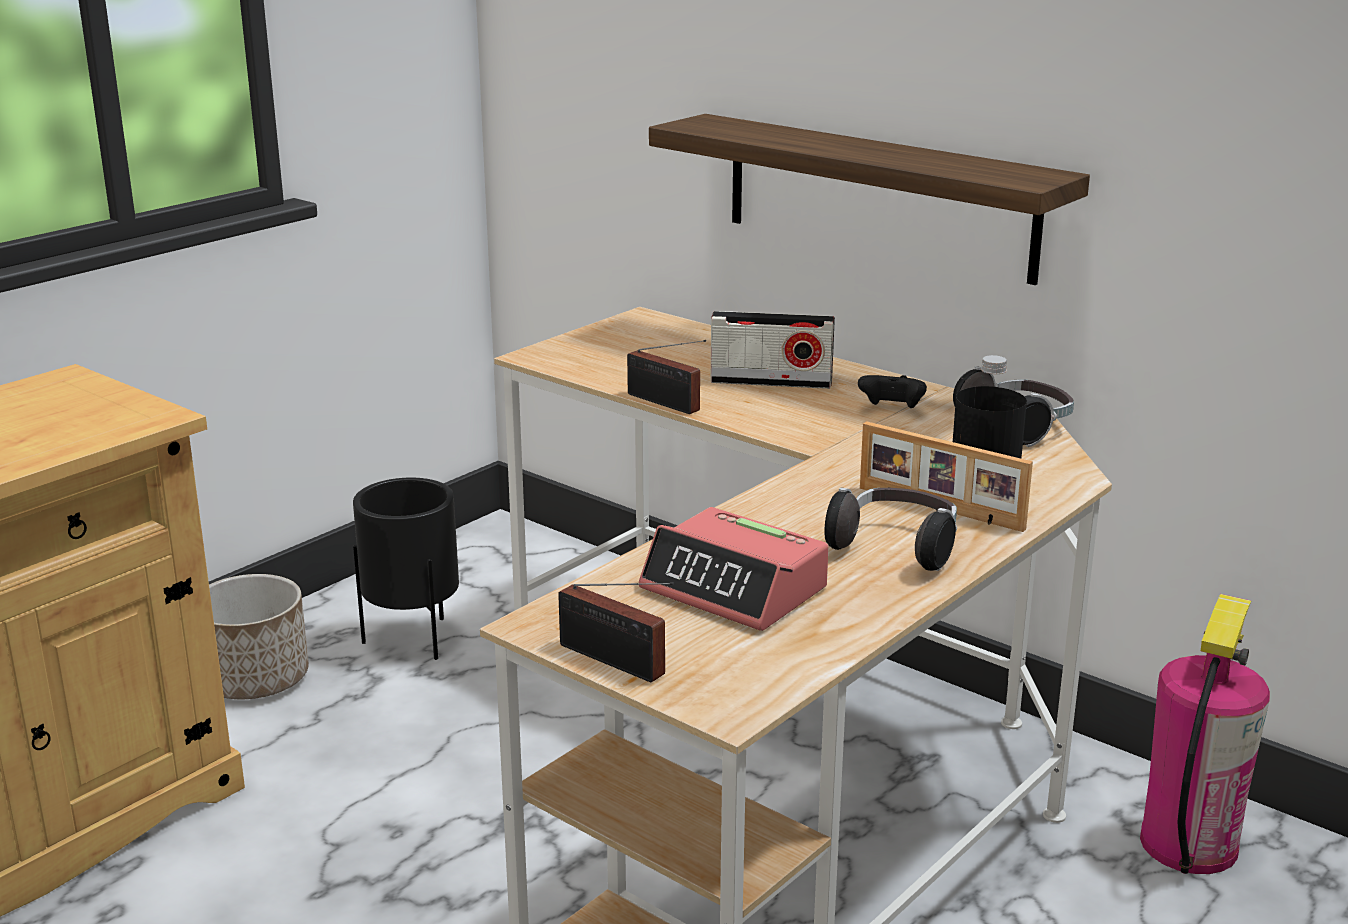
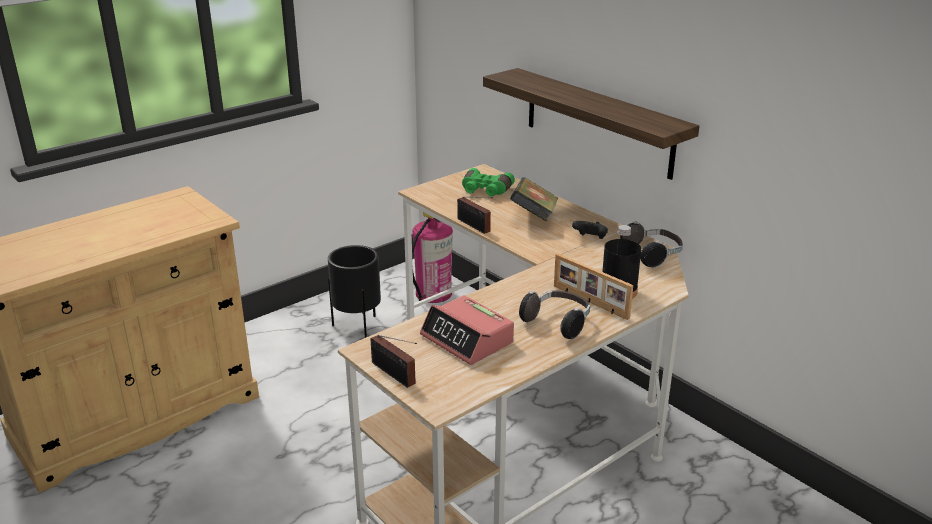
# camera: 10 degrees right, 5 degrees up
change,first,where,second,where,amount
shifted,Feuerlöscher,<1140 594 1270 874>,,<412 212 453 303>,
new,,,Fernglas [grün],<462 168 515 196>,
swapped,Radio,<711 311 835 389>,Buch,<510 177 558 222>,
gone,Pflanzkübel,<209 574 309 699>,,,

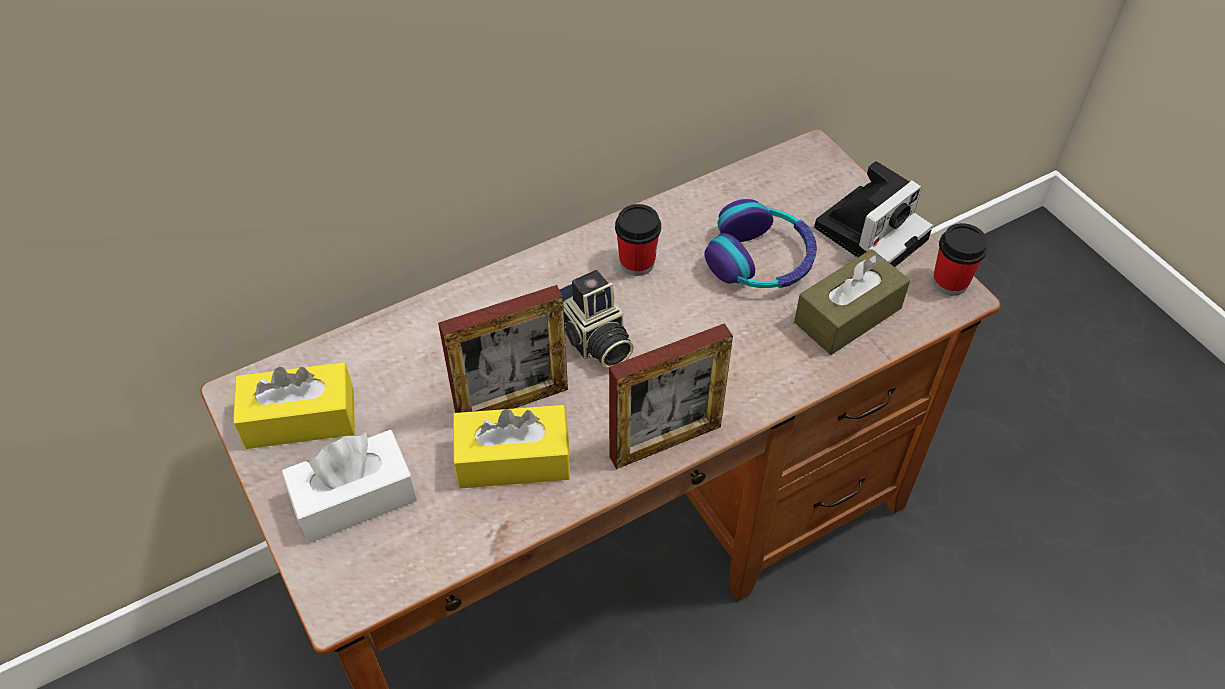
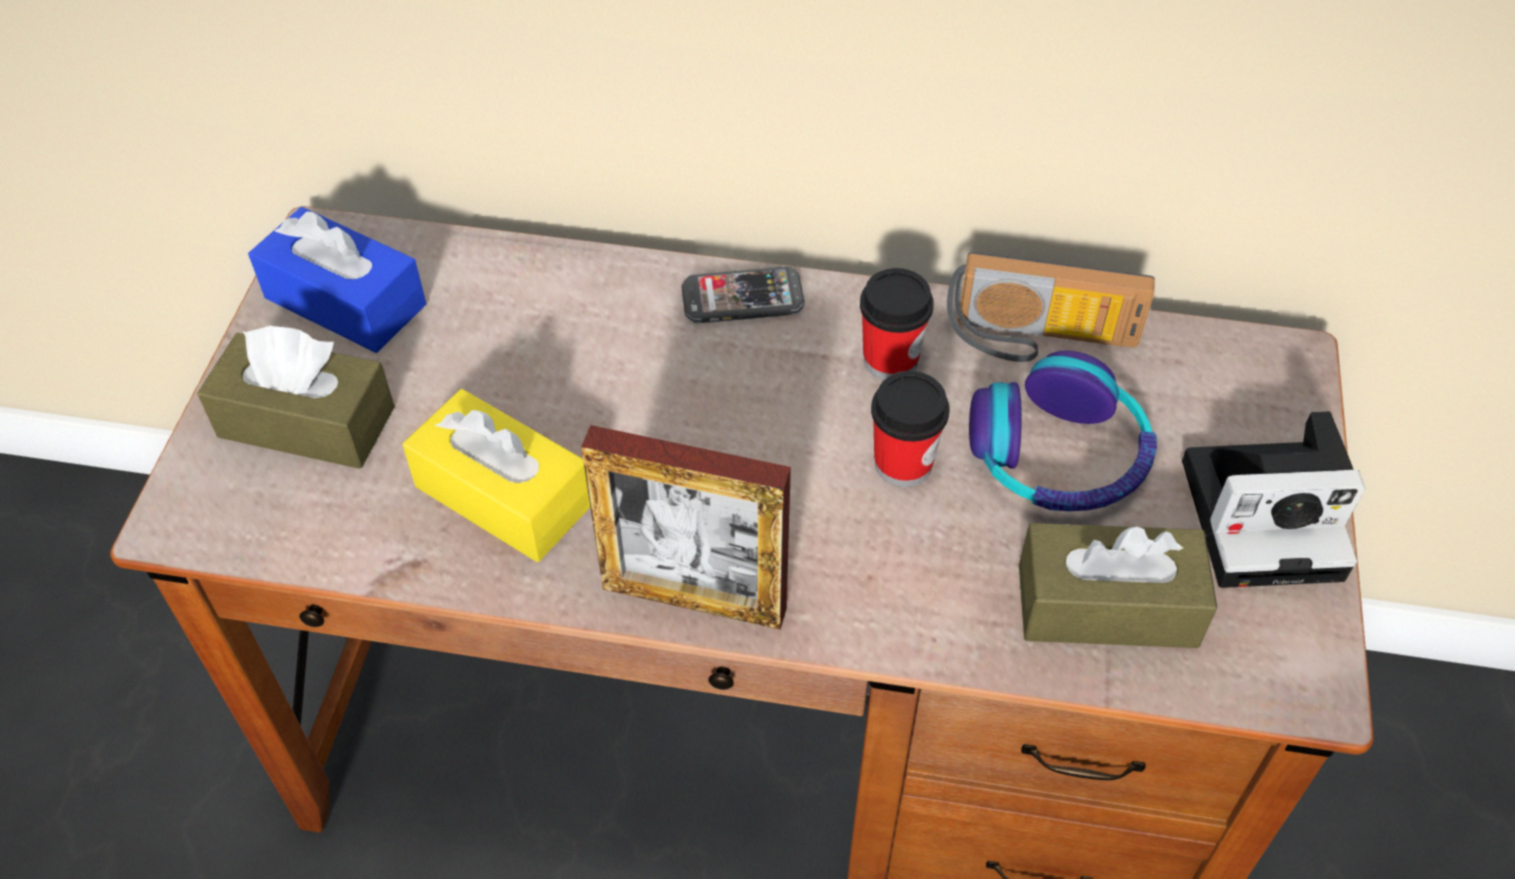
# camera: 40 degrees right, 0 degrees up
change,first,where,second,where,amount
repainted,Taschentuchbox [weiß],<282 430 418 543>,Taschentuchbox [braun],<197 326 395 469>,
repainted,Taschentuchbox [gelb],<233 362 355 449>,Taschentuchbox [blau],<248 207 426 353>,
new,,,Handy,<681 266 805 323>,
shifted,Tasse,<933 223 988 296>,,<871 371 949 487>,
new,,,Radio,<947 252 1155 362>,
gone,Bilderrahmen,<438 285 568 413>,,,
gone,Kamera,<559 270 634 369>,,,

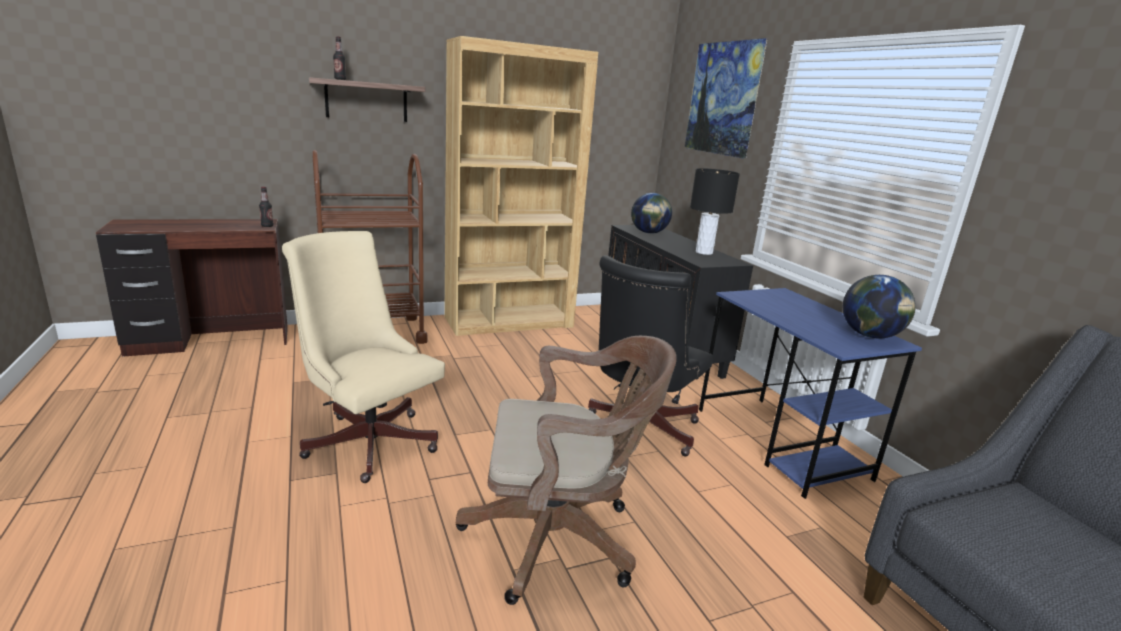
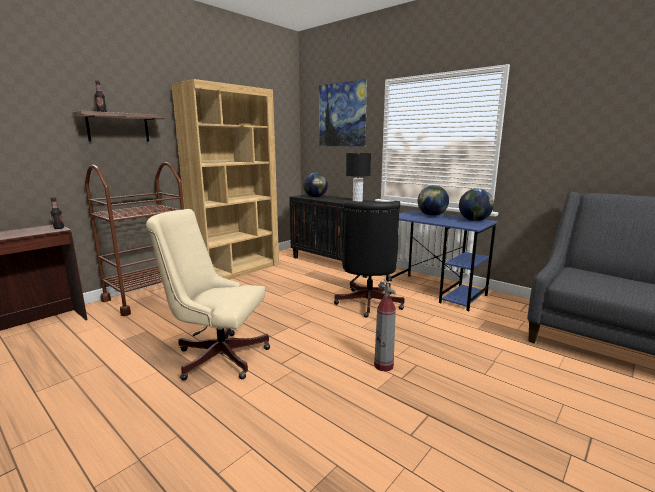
# camera: 25 degrees left, 5 degrees down
change,first,where,second,where,amount
swapped,Bürostuhl [braun],<456 336 677 605>,Feuerlöscher,<374 279 396 371>,
new,,,Globus,<418 186 449 216>,

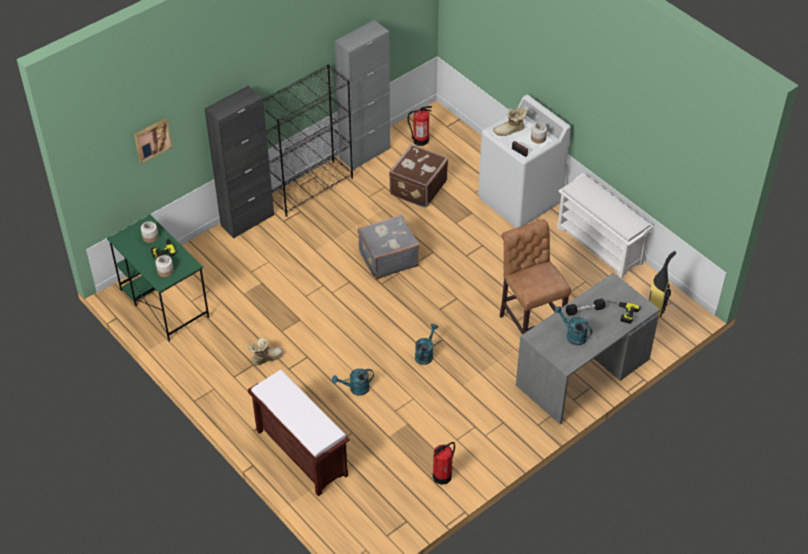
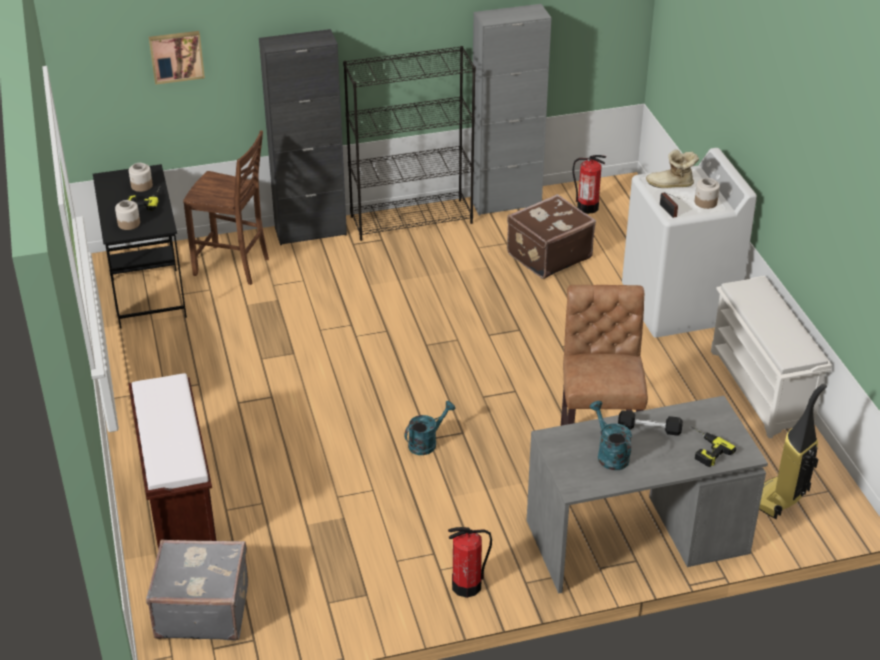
# camera: 25 degrees right, 10 degrees down
change,first,where,second,where,amount
repainted,Schreibtisch [grün],<107 215 209 342>,Schreibtisch [schwarz],<93 164 187 328>,
shifted,Koffer [grau],<358 215 419 280>,,<146 539 248 641>,
new,,,Stuhl [braun],<183 130 269 285>,
shifted,Feuerlöscher,<433 442 455 485>,,<448 527 492 598>,
gone,Stiefel,<248 338 284 365>,,,
gone,Gießkanne [türkis],<332 368 374 396>,,,

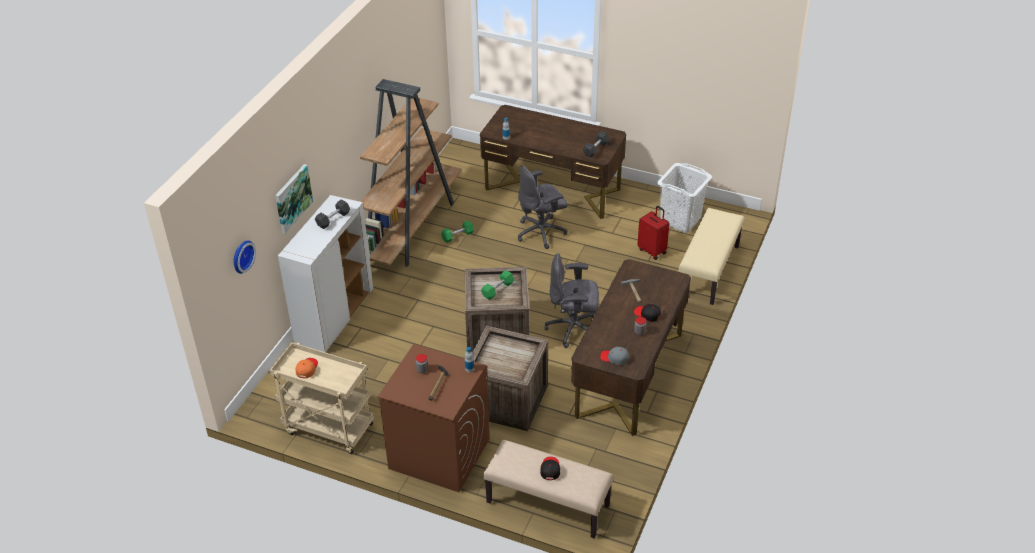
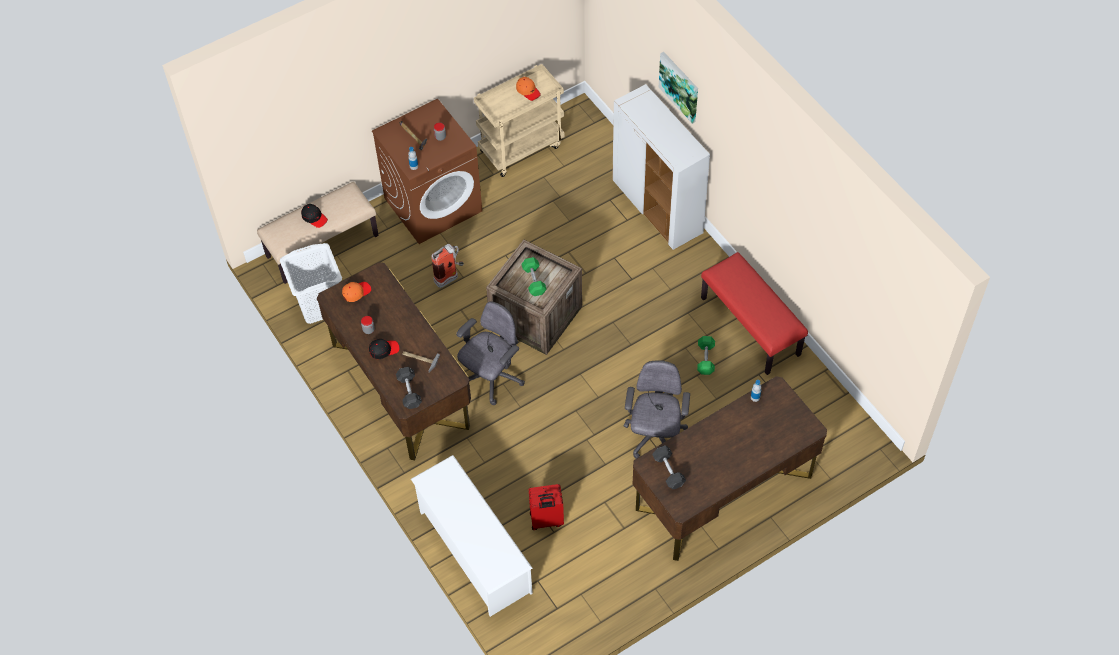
# camera: 125 degrees right, 15 degrees up
change,first,where,second,where,amount
shifted,Wäschekorb [weiß],<657 163 712 233>,,<280 243 342 324>,
repainted,Kappe [grau],<600 347 629 365>,Kappe [orange],<342 282 371 302>,
shifted,Hantel [grau],<315 199 350 229>,,<396 367 422 409>,
swapped,Bank [beige],<678 208 744 305>,Schuhregal [weiß],<411 455 533 617>,
swapped,Kiste,<472 326 548 431>,Feuerlöscher,<431 244 464 288>,
swapped,Bücherregal [braun],<360 79 461 267>,Bank [rot],<701 252 808 375>,
gone,Wanduhr,<234 240 256 274>,,,

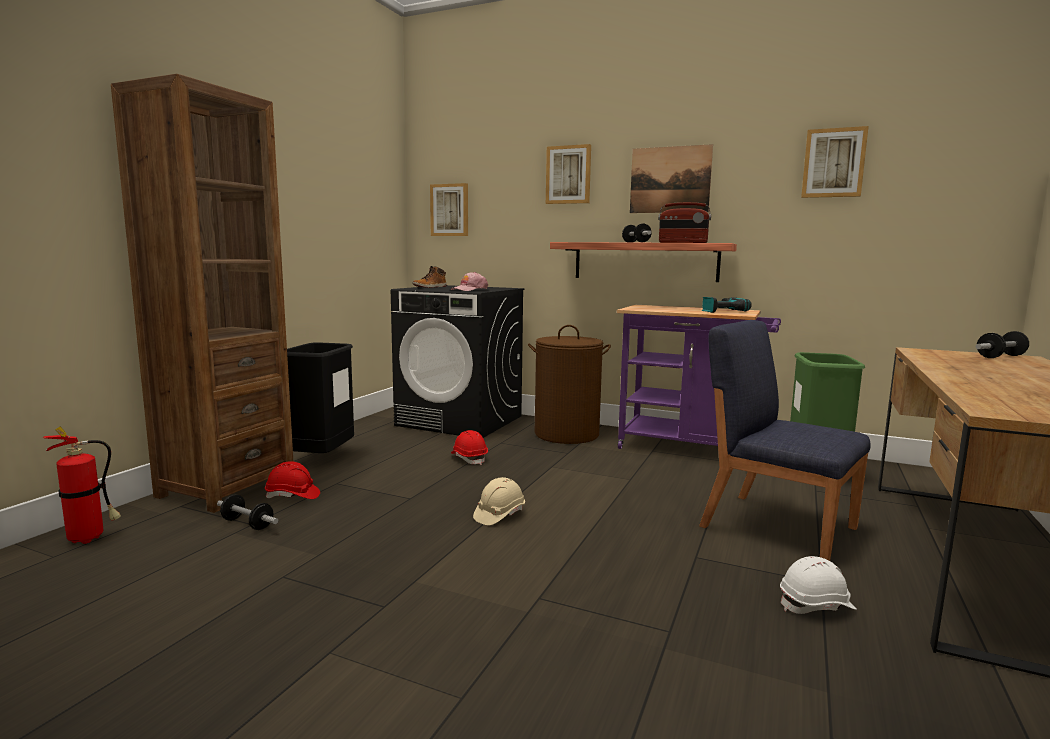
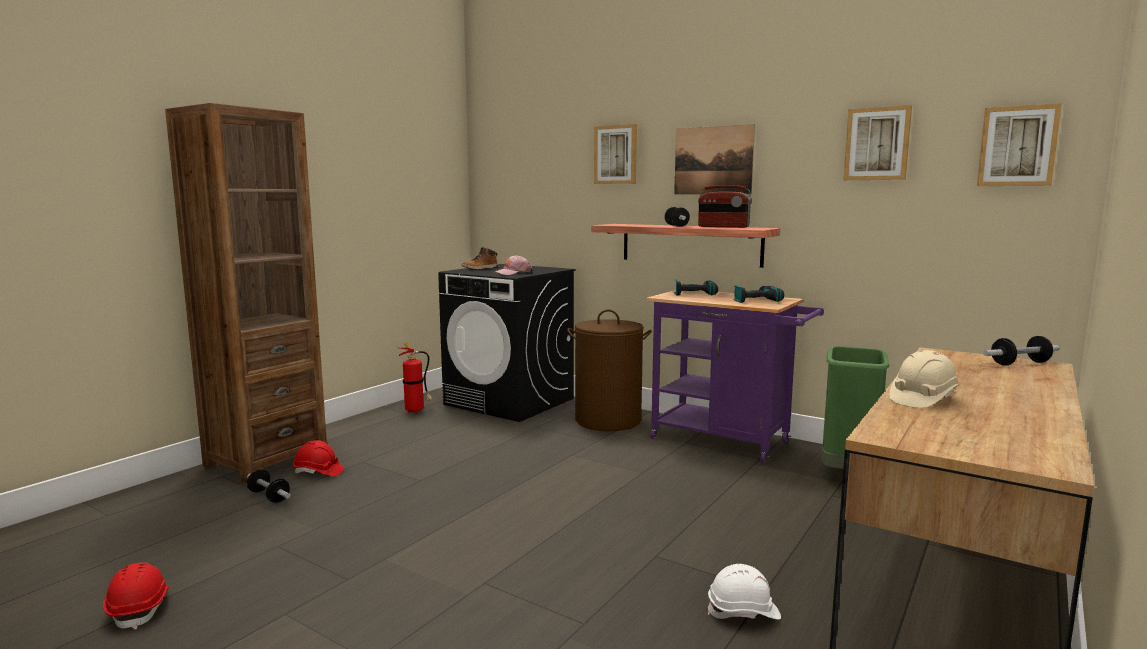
# camera: 10 degrees right, 0 degrees up
change,first,where,second,where,amount
shifted,Schutzhelm [rot],<451 430 488 465>,,<103 563 169 630>,
shifted,Feuerlöscher,<43 427 121 544>,,<398 342 432 413>,
new,,,Bohrmaschine,<674 280 718 295>,
shifted,Schutzhelm [beige],<473 477 525 525>,,<890 350 960 408>,
shifted,Bild,<430 183 468 236>,,<977 103 1062 186>,
gone,Mülleimer [schwarz],<287 342 354 453>,,,
gone,Stuhl [blau],<699 320 870 561>,,,

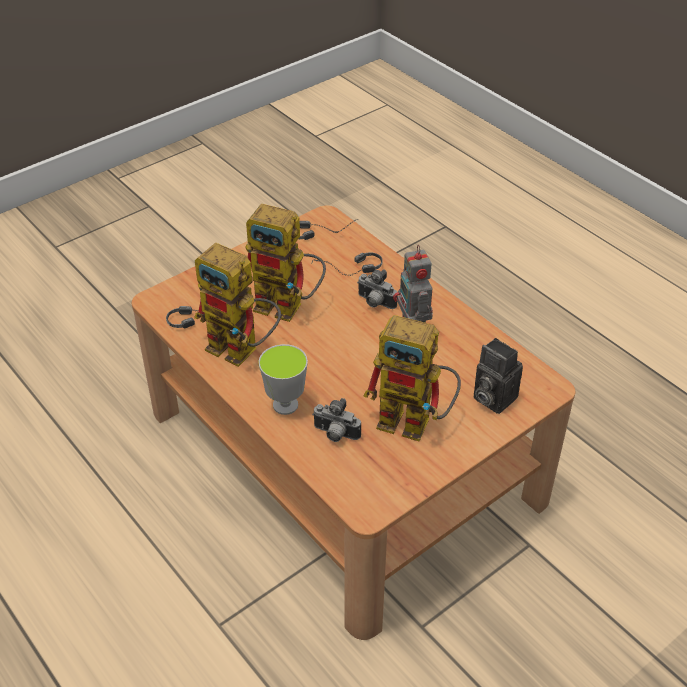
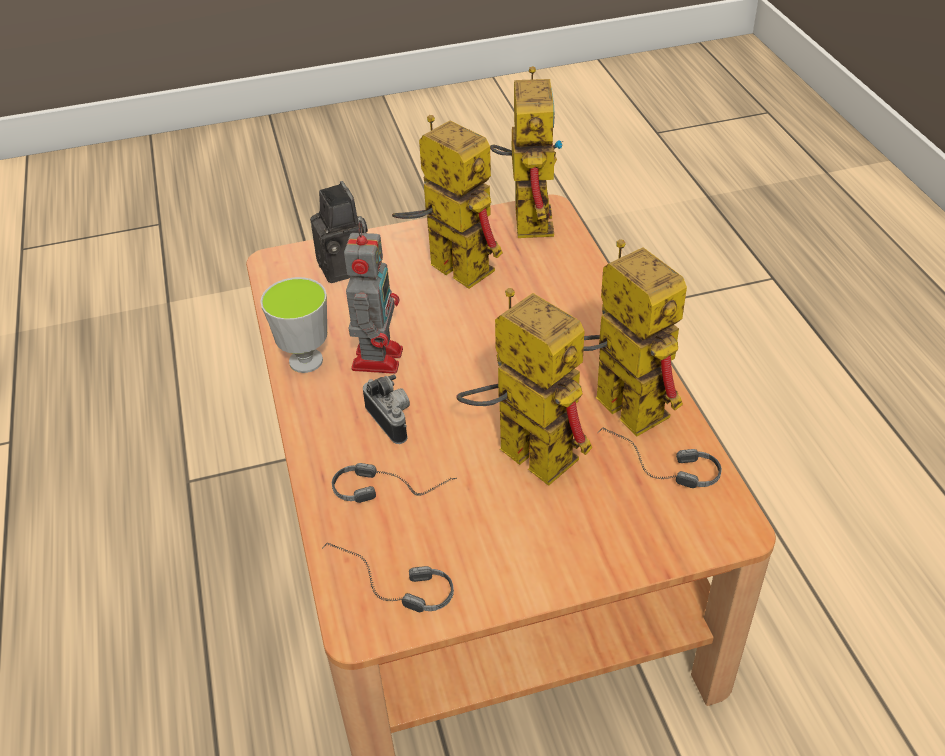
# camera: 155 degrees left, 0 degrees up
change,first,where,second,where,amount
shifted,Tasse,<258 344 308 415>,,<260 277 327 373>,
new,,,Spielzeugroboter,<490 66 563 238>,
gone,Kamera,<312 398 361 442>,,,

